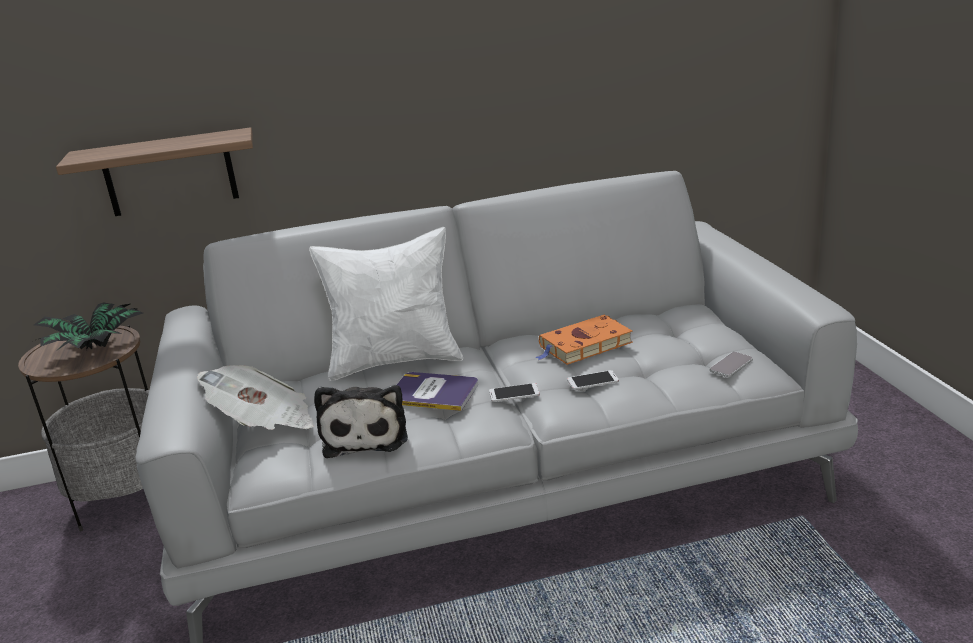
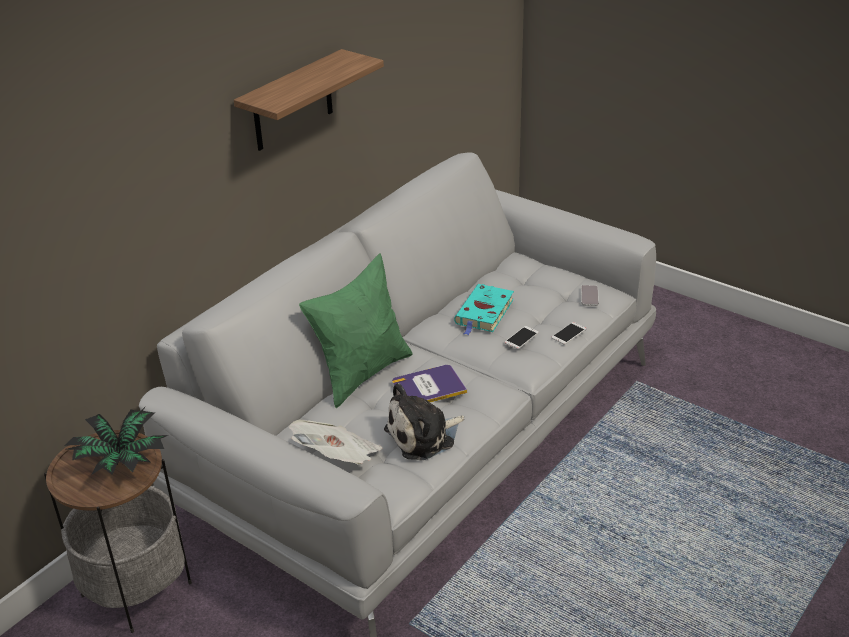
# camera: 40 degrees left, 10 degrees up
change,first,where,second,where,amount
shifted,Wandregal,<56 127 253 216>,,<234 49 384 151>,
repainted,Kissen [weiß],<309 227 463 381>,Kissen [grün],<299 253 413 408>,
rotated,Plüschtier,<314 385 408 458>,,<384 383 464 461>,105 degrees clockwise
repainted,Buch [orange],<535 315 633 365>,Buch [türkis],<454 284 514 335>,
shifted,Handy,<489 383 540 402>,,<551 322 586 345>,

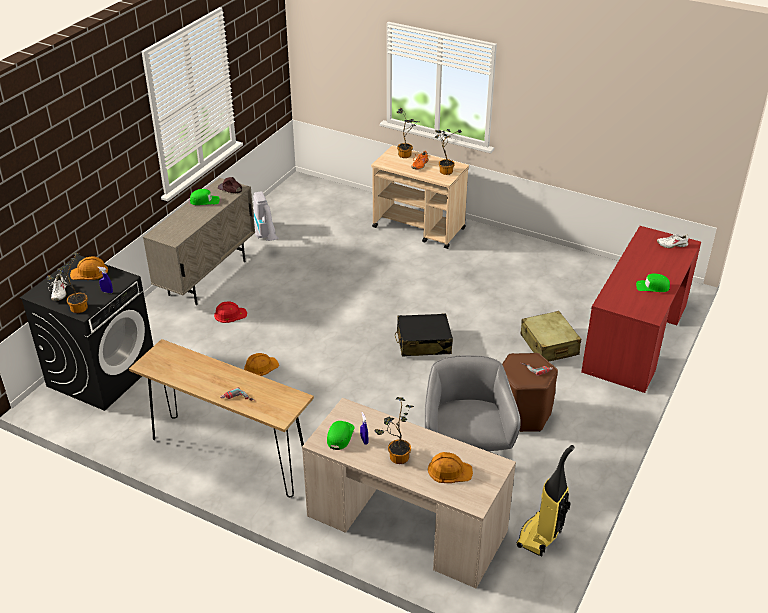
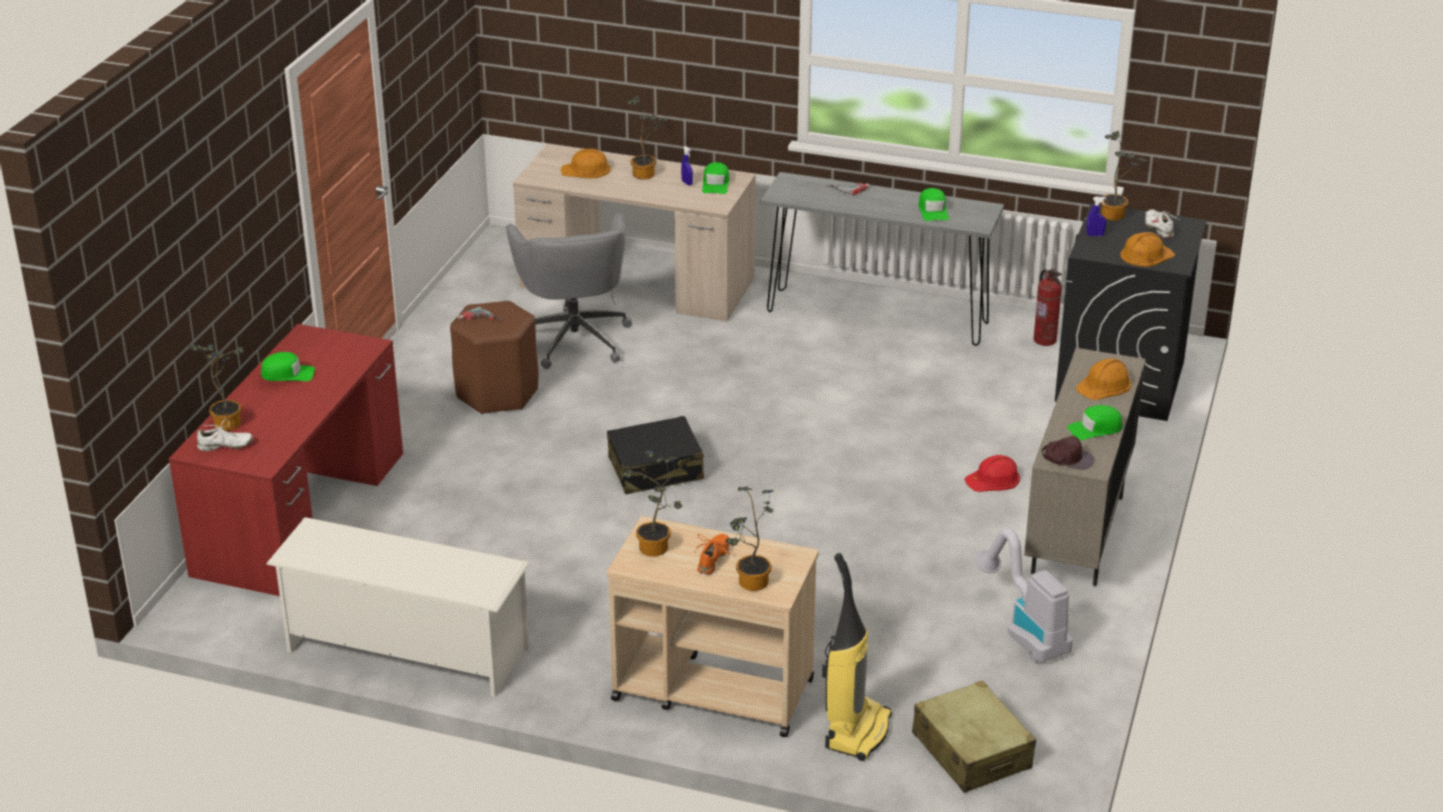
# camera: 170 degrees right, 5 degrees down
change,first,where,second,where,amount
new,,,Topfpflanze,<189 344 244 431>,
new,,,Schuhregal [weiß],<266 517 530 697>,
repainted,Konsolentisch [braun],<129 339 314 497>,Konsolentisch [grau],<761 172 1004 346>,
shifted,Staubsauger,<517 445 575 556>,,<822 553 892 761>,
shifted,Koffer [beige],<521 311 581 361>,,<912 681 1036 793>,
new,,,Kappe [grün],<919 188 949 221>,
new,,,Feuerlöscher,<1034 269 1062 346>,
shifted,Schutzhelm [orange],<244 353 279 376>,,<1076 359 1131 400>,

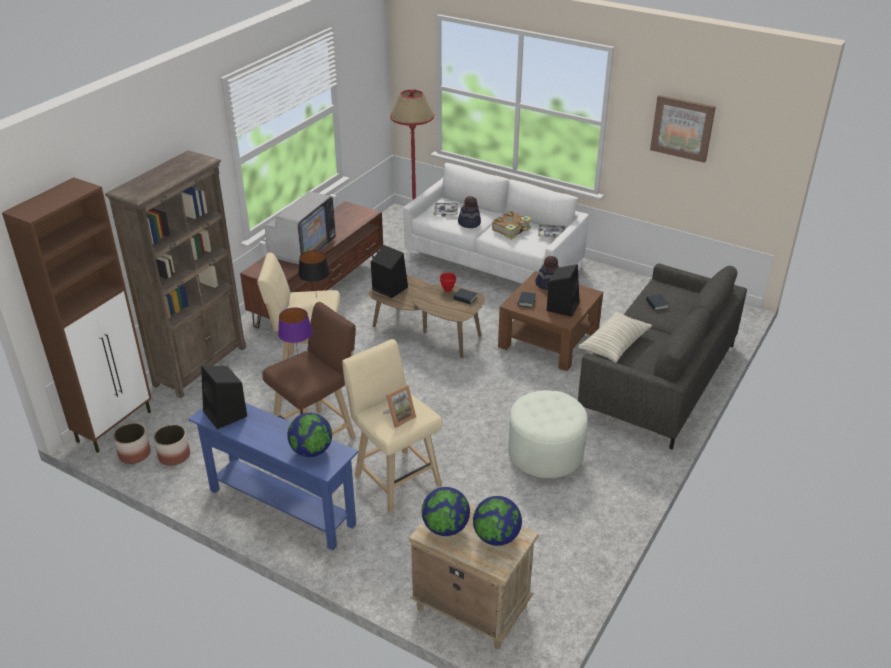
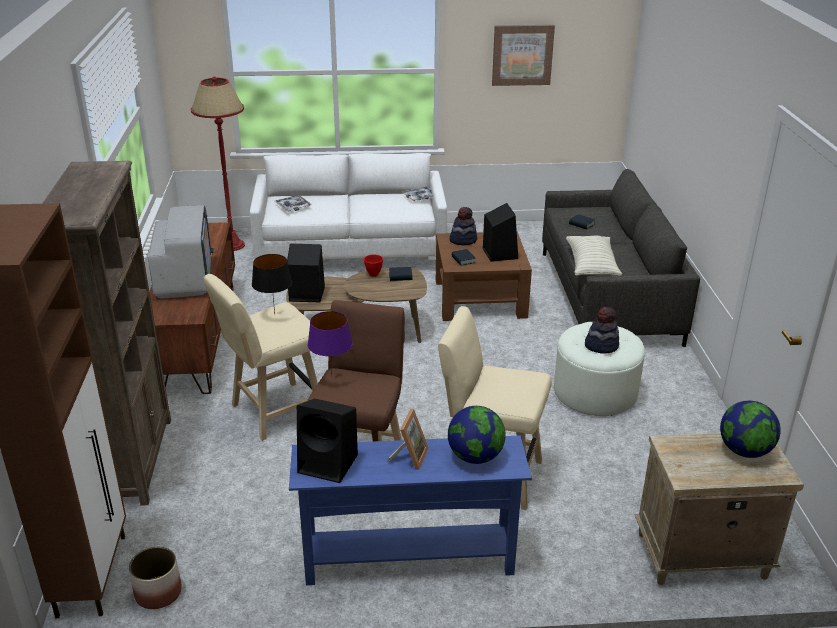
# camera: 35 degrees left, 5 degrees down
change,first,where,second,where,amount
shifted,Bilderrahmen,<383 385 416 428>,,<387 409 429 470>,
shifted,Hut,<458 196 481 228>,,<585 307 619 354>,
gone,Pflanzkübel,<154 425 190 466>,,,
gone,Globus,<422 487 470 536>,,,
gone,Buch,<492 211 532 239>,,,

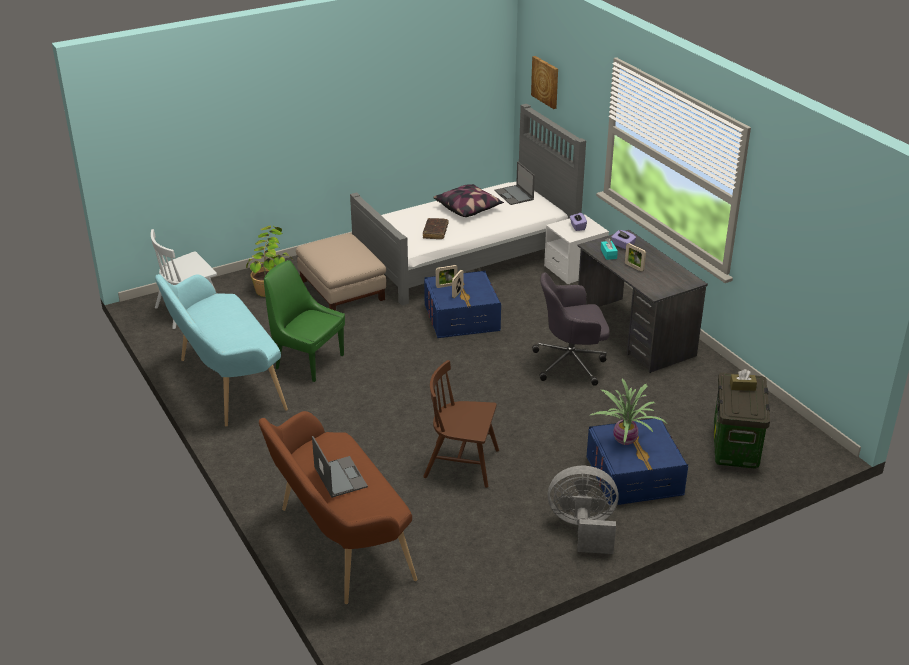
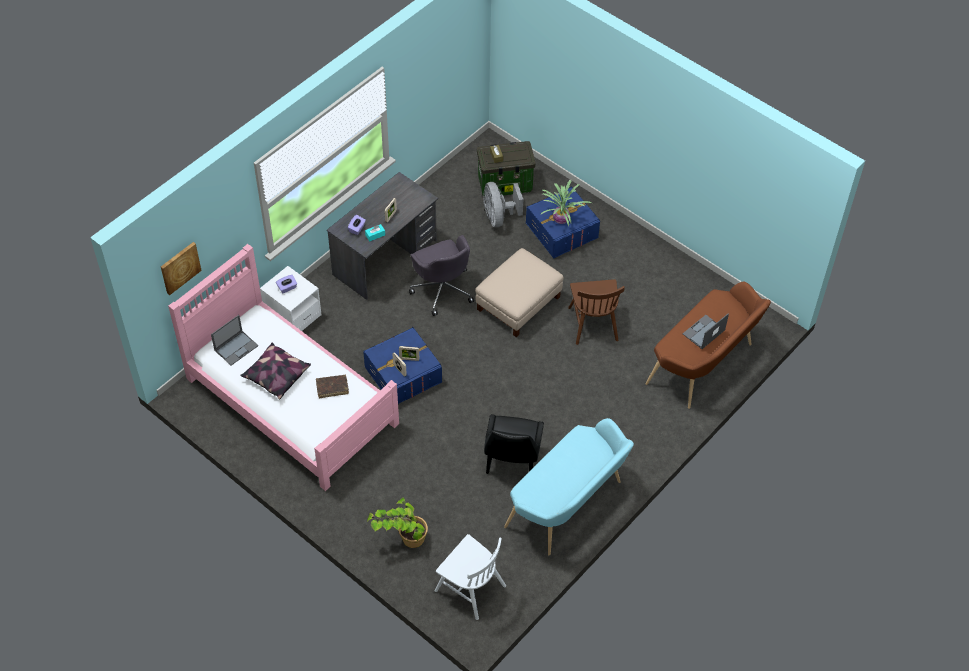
# camera: 110 degrees left, 20 degrees up
change,first,where,second,where,amount
repainted,Bett [grau],<350 104 586 305>,Bett [rosa],<168 244 399 491>,
shifted,Polsterhocker [beige],<296 233 386 311>,,<475 248 564 337>,
shifted,Ventilator [grau],<548 466 619 554>,,<483 182 523 227>,
repainted,Stuhl [grün],<264 260 345 382>,Stuhl [schwarz],<484 414 544 474>,

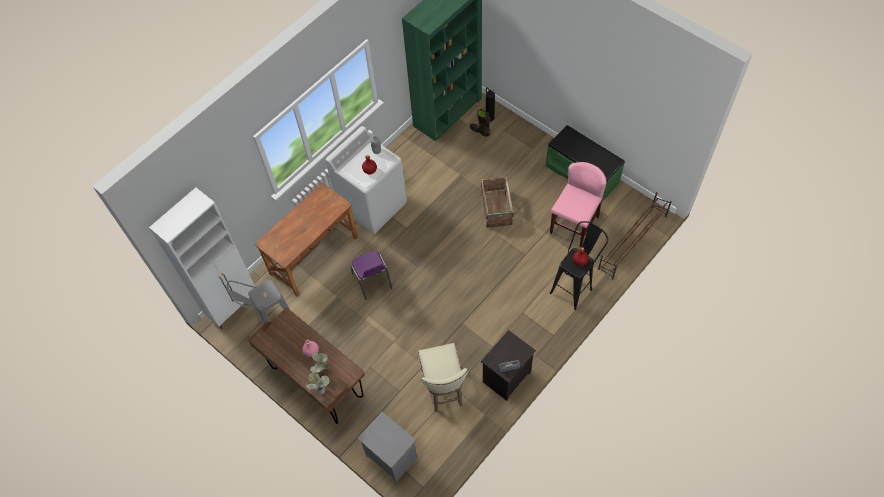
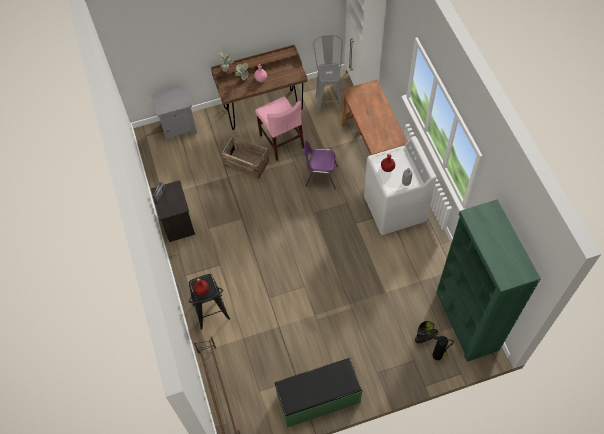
# camera: 120 degrees right, 0 degrees up
change,first,where,second,where,amount
shifted,Kiste,<481 176 513 228>,,<221 136 269 179>,
shifted,Stuhl [rosa],<550 162 607 247>,,<255 96 304 161>,
gone,Hocker [beige],<418 343 468 412>,,,

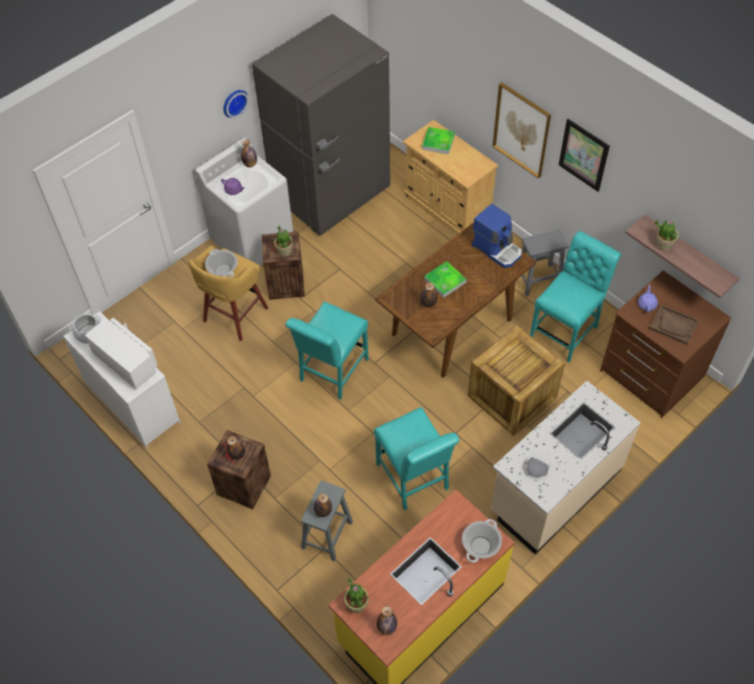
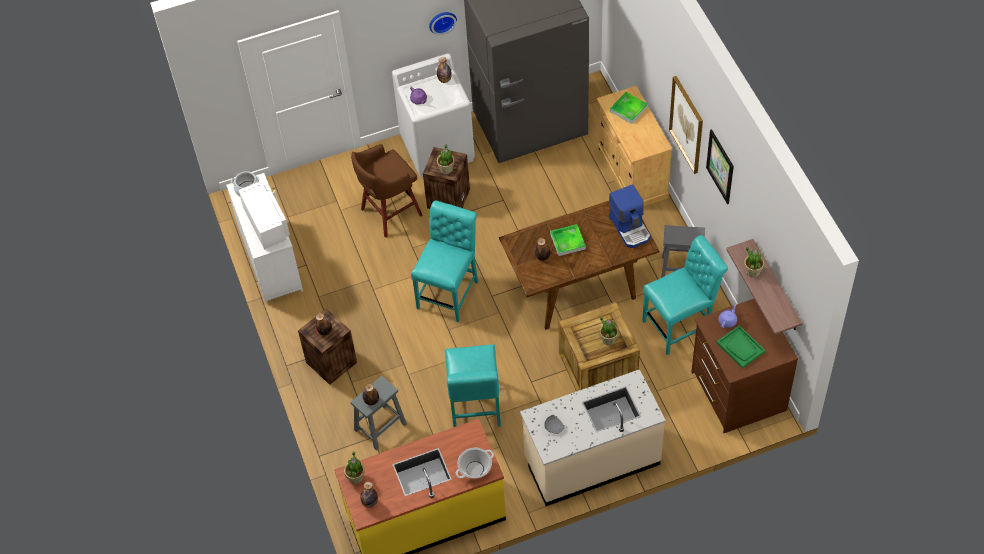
# camera: 25 degrees right, 0 degrees up
change,first,where,second,where,amount
repainted,Hocker [gelb],<189 245 268 341>,Hocker [braun],<351 144 423 238>,
rotated,Stuhl [türkis],<285 301 368 400>,,<411 201 478 322>,150 degrees clockwise
new,,,Topfpflanze,<600 316 619 345>,
repainted,Tablett [braun],<649 305 699 345>,Tablett [grün],<717 325 765 369>,
gone,Kochtopf,<205 249 238 278>,,,

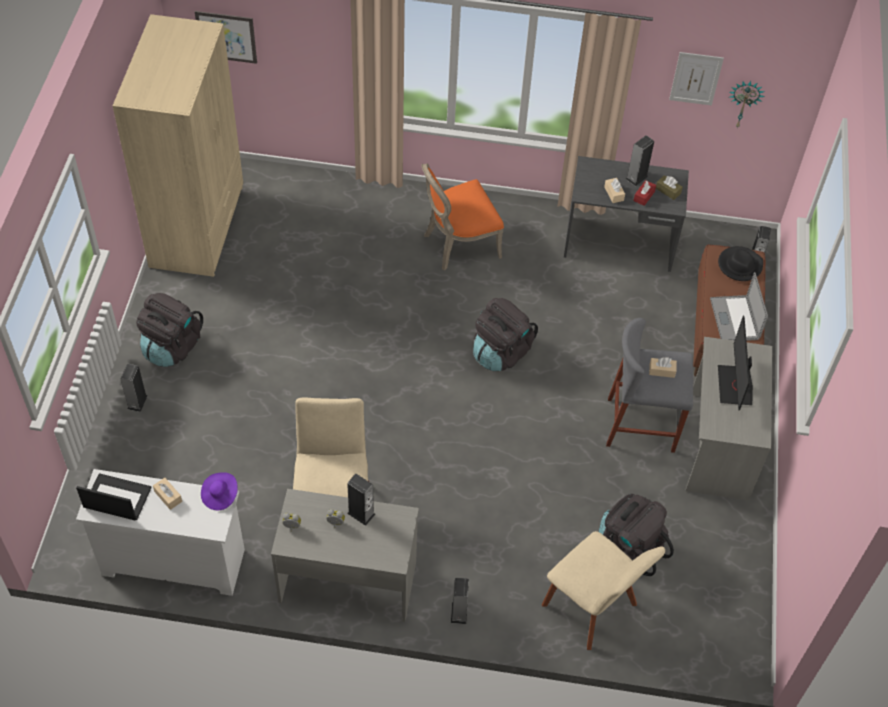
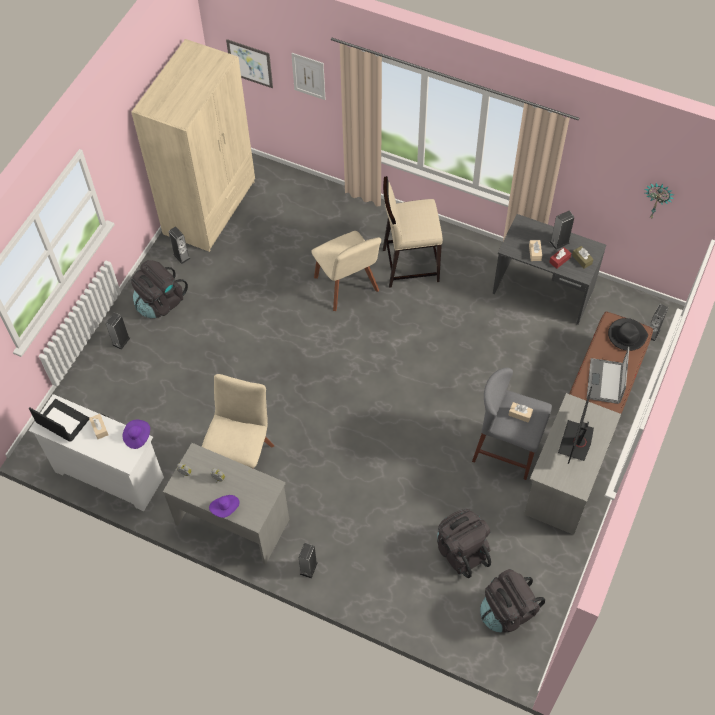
# camera: 20 degrees right, 5 degrees up
change,first,where,second,where,amount
shifted,Lautsprecher,<347 474 376 526>,,<169 227 190 264>,
new,,,Hut [lila],<209 495 240 518>,
shifted,Bild,<669 52 724 105>,,<291 53 325 100>,
shifted,Stuhl [beige],<542 531 665 650>,,<311 231 381 311>,
swapped,Stuhl [orange],<421 163 504 271>,Hocker [beige],<383 176 443 288>,
shifted,Rucksack [schwarz],<473 298 538 371>,,<480 569 545 633>,

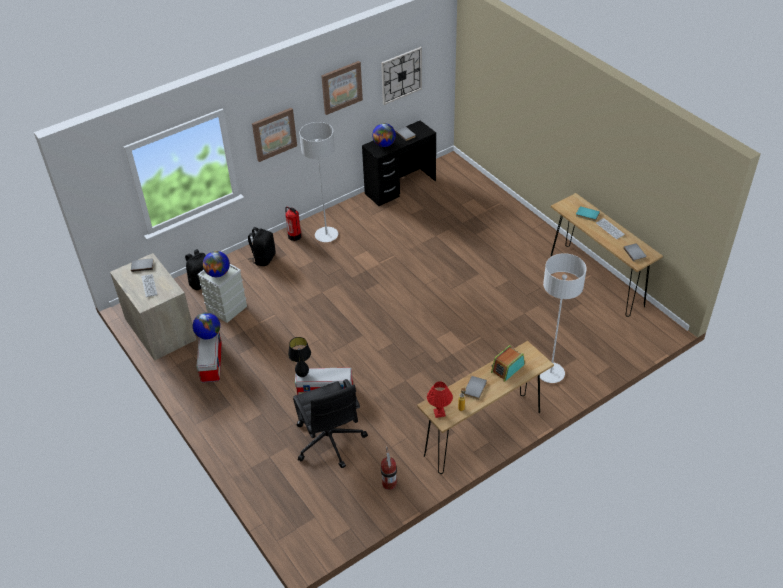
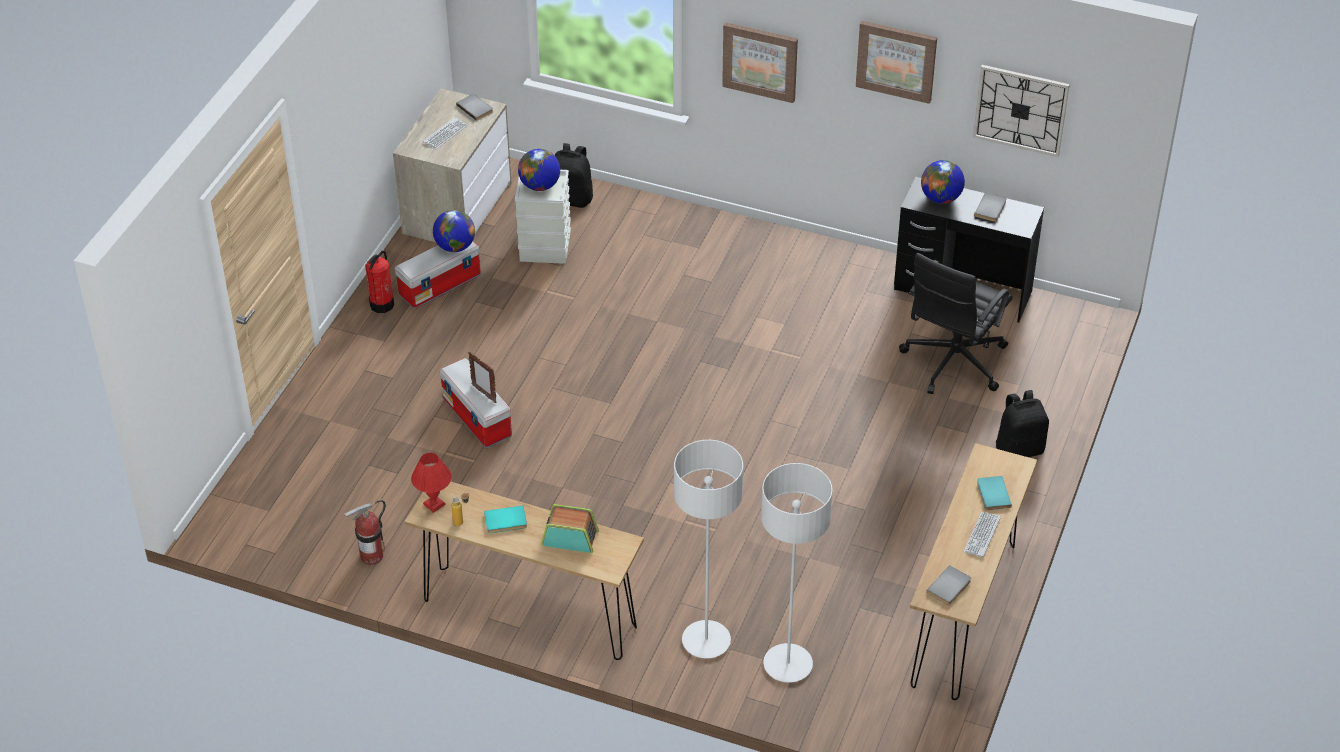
# camera: 55 degrees right, 0 degrees up
change,first,where,second,where,amount
shifted,Feuerlöscher,<285 207 301 241>,,<365 251 394 313>,
new,,,Bilderrahmen,<468 352 497 403>,
repainted,Buch [grau],<464 376 487 400>,Buch [türkis],<484 506 527 533>,
shifted,Stehlampe [grau],<299 122 338 242>,,<761 463 833 683>,
shifted,Bürostuhl [schwarz],<293 379 368 468>,,<899 253 1013 394>,
shifted,Rucksack [schwarz],<248 227 276 266>,,<996 390 1049 457>,
gone,Tischlampe [schwarz],<288 337 311 377>,,,

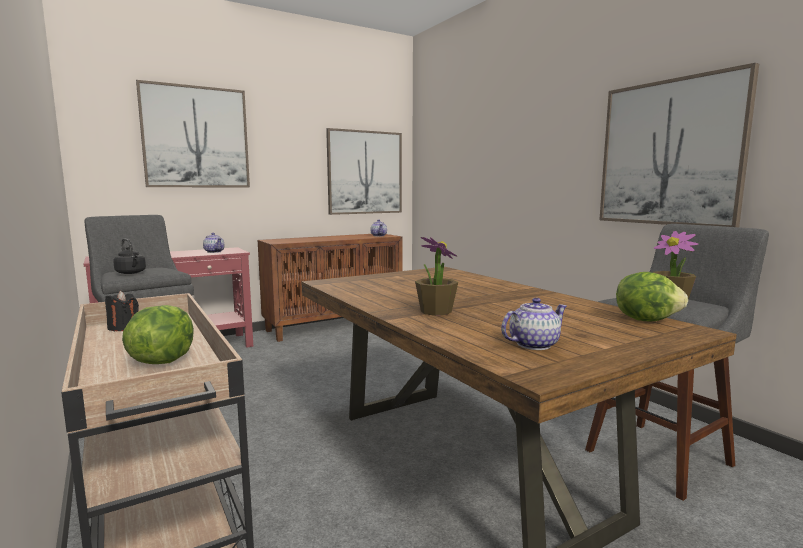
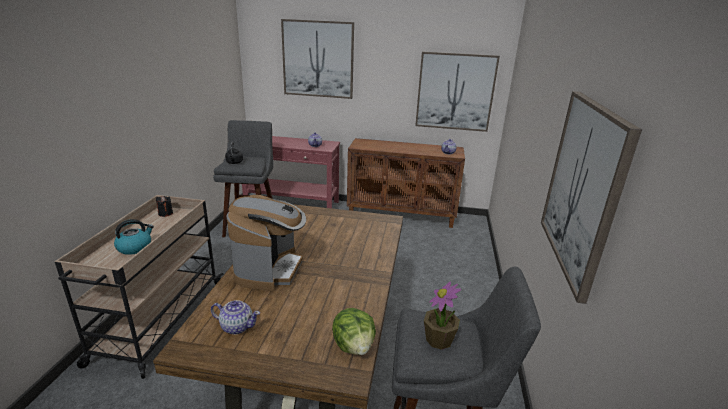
# camera: 40 degrees right, 15 degrees up
change,first,where,second,where,amount
swapped,Salatkopf,<122 305 194 364>,Wasserkessel,<114 219 154 255>,
swapped,Topfpflanze,<415 237 458 316>,Kaffeemaschine,<227 195 306 291>,

